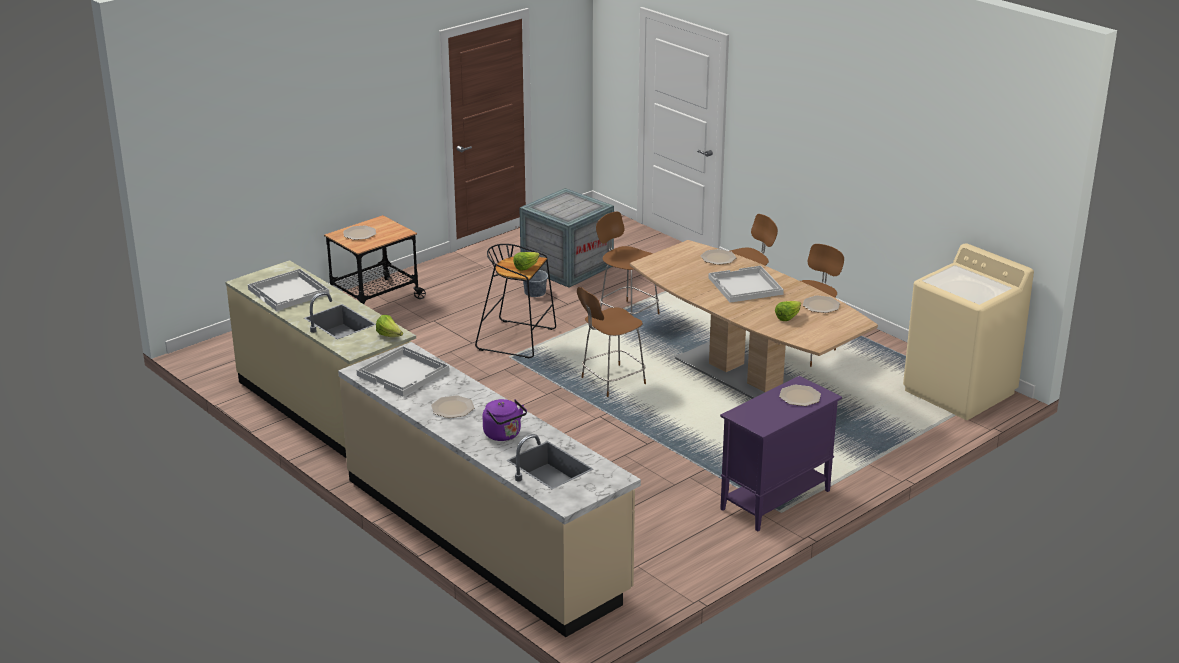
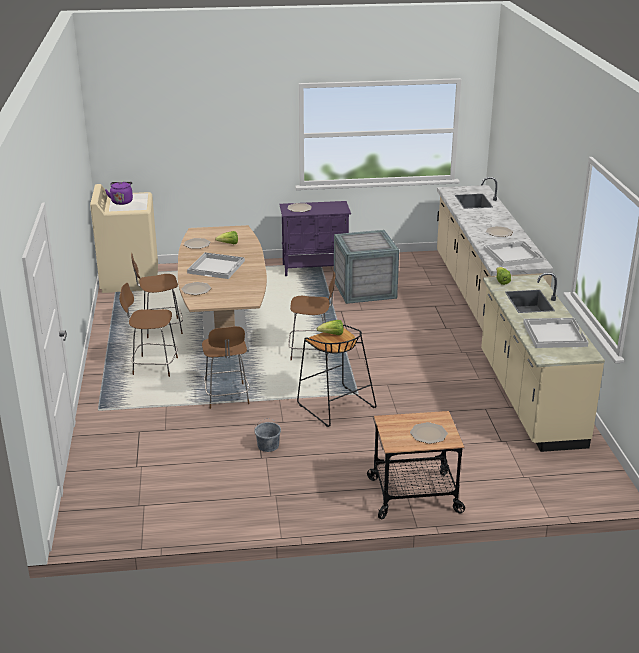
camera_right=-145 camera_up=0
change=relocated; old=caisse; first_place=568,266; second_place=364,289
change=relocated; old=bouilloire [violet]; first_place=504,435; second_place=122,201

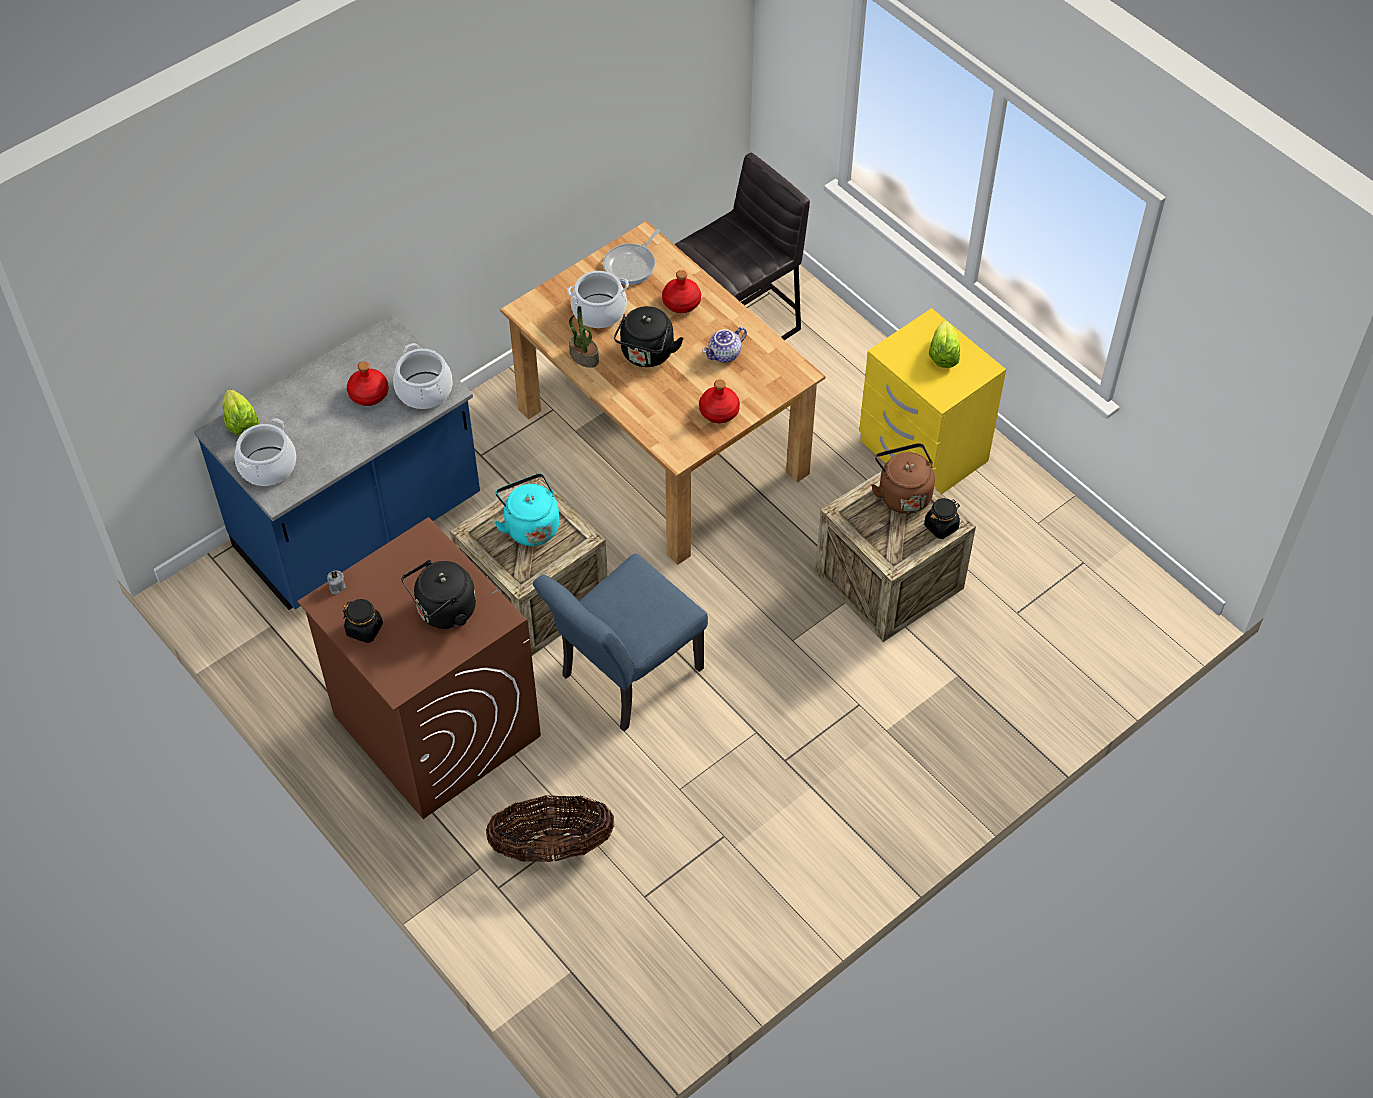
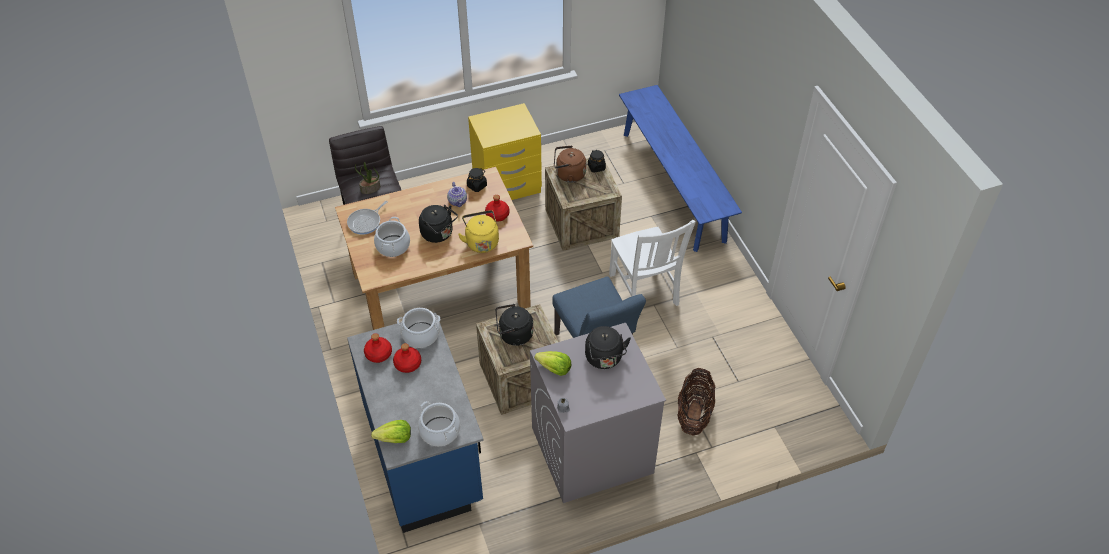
camera_right=-70 camera_up=-5
change=spun; old=poêle; first_place=632,265; second_place=366,222; degrees=75
change=relocated; old=bouteille [rouge]; first_place=681,302; second_place=378,354
change=relocated; old=plante en pot; first_place=583,357; second_place=370,189
change=relocated; old=laitue; first_place=943,355; second_place=554,369
change=colour; old=bouilloire [turquoise]; new=bouilloire [noir]; first_place=530,525; second_place=514,335
change=colour; old=lave-linge [marron]; new=lave-linge [gris]; first_place=435,725; second_place=591,451
change=relocated; old=bocal [noir]; first_place=365,629; second_place=477,186
change=appeared; new=banc [bleu]; second_place=673,186
change=appeared; new=bouilloire [jaune]; second_place=481,241
change=appeared; new=chaise [blanc]; second_place=644,291

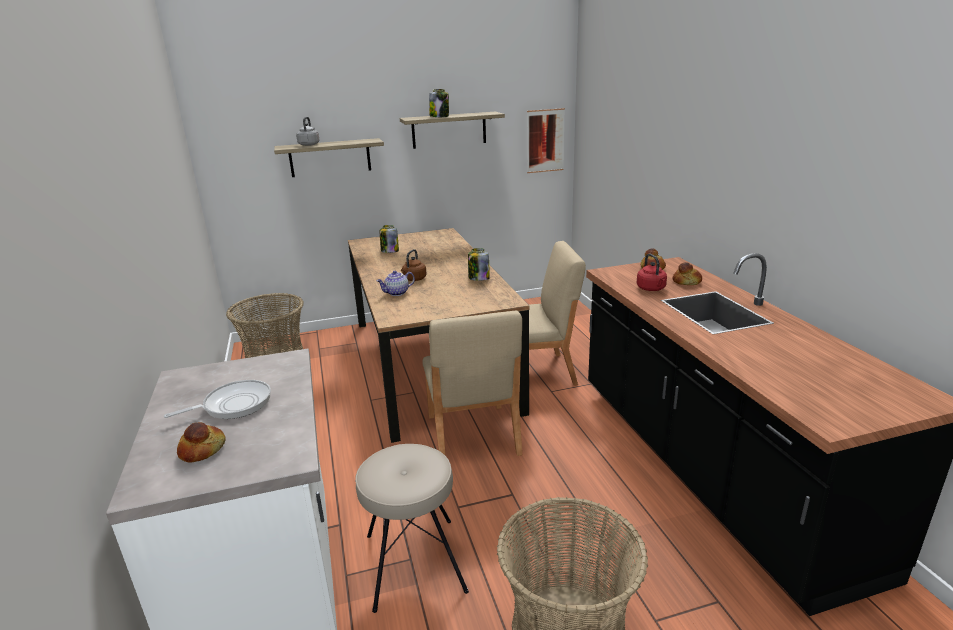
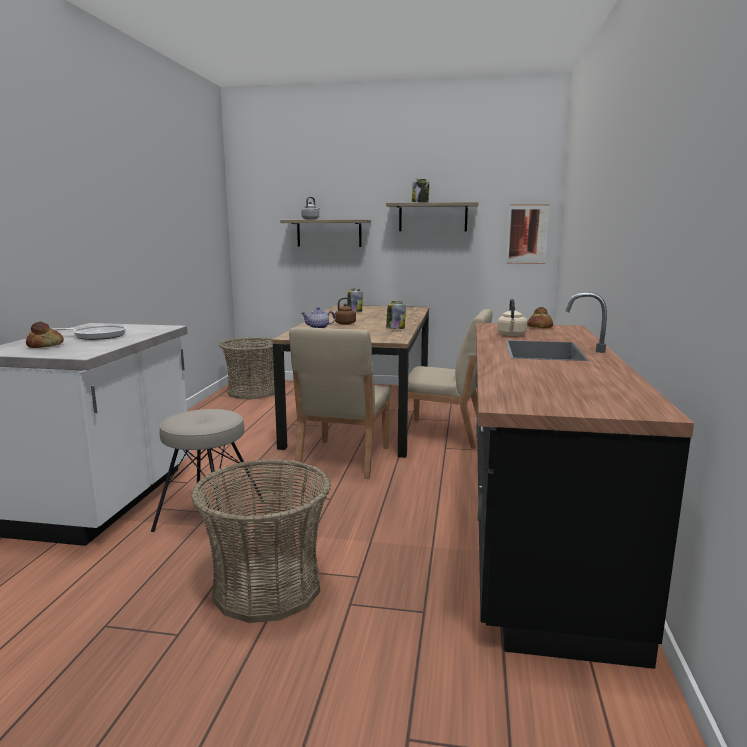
camera_right=25 camera_up=-10
change=colour; old=bouilloire [rouge]; new=bouilloire [beige]; first_place=651,289; second_place=511,335
change=missing; old=pain; first_place=687,282

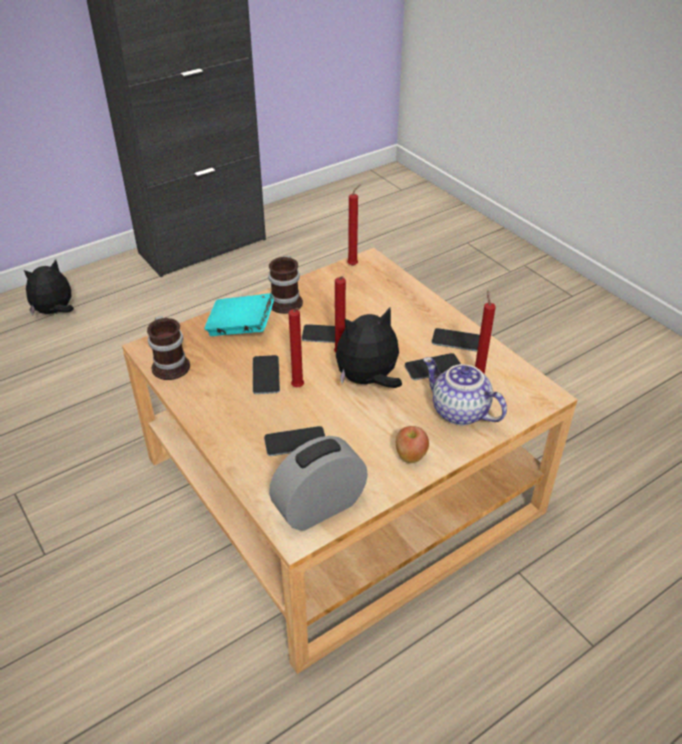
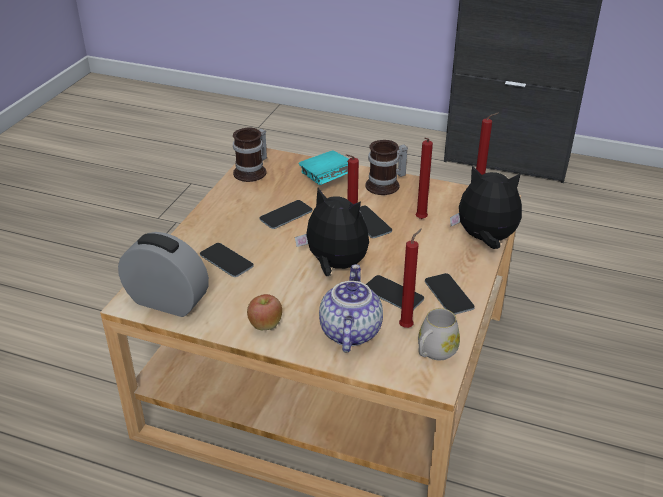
camera_right=55 camera_up=-5
change=relocated; old=peluche; first_place=55,312; second_place=485,240
change=relocated; old=bougie [rouge]; first_place=298,388; second_place=420,220
change=appeared; new=mug [blanc]; second_place=434,352

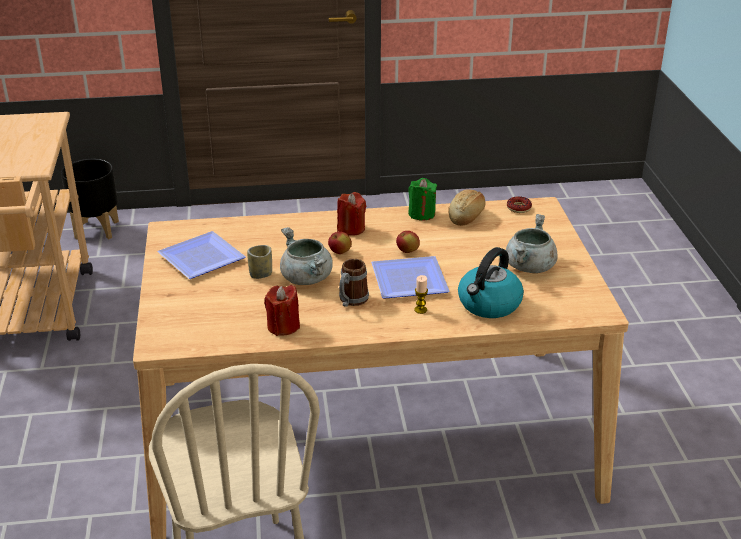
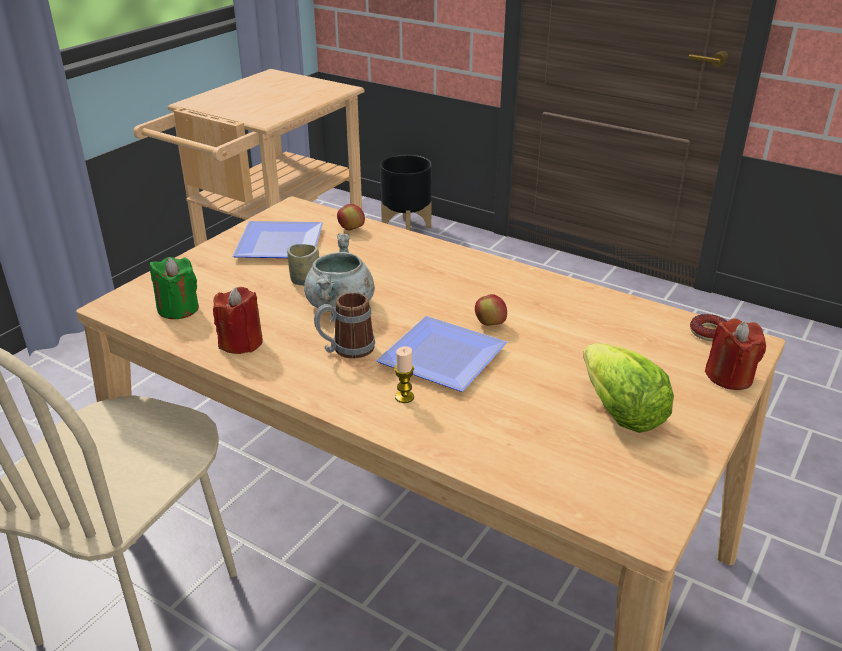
camera_right=40 camera_up=0
change=relocated; old=bougie [vert]; first_place=421,214; second_place=178,309
change=missing; old=pain; first_place=467,216
change=relocated; old=bougie [rouge]; first_place=351,228; second_place=729,376
change=exchanged; old=marmite [gris]; new=laitue; first_place=530,267; second_place=620,413
change=relocated; old=pomme; first_place=340,252; second_place=351,229
change=missing; old=bouilloire; first_place=489,304

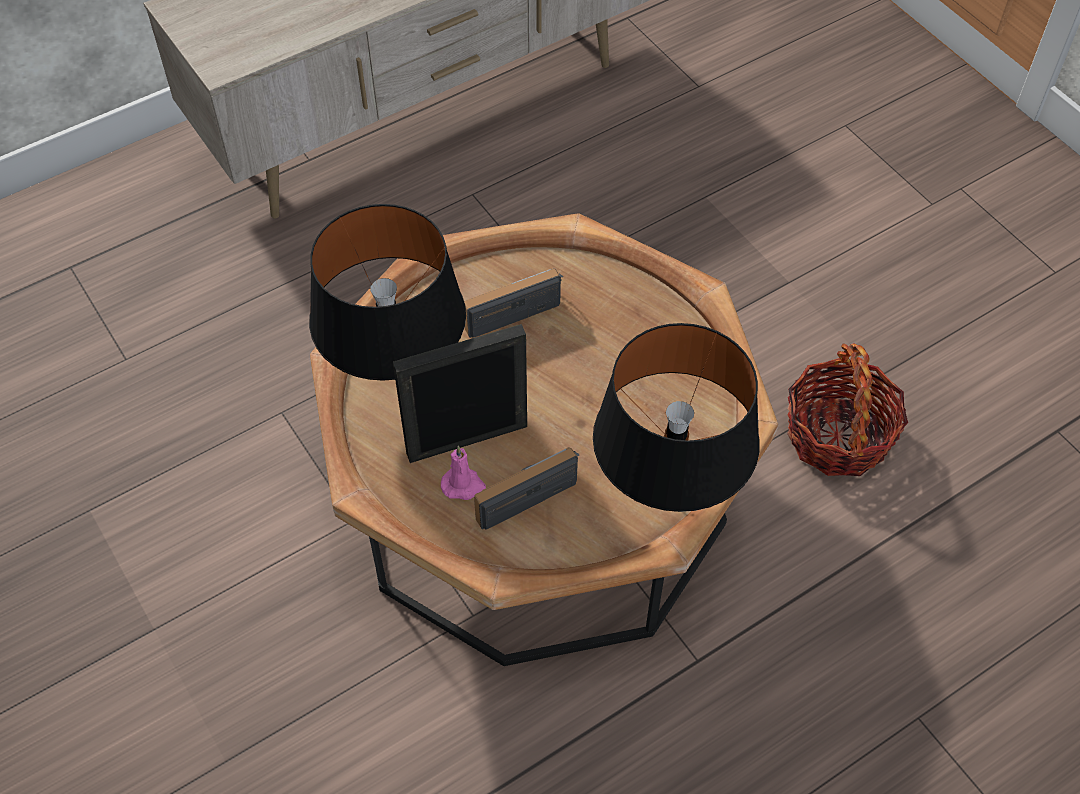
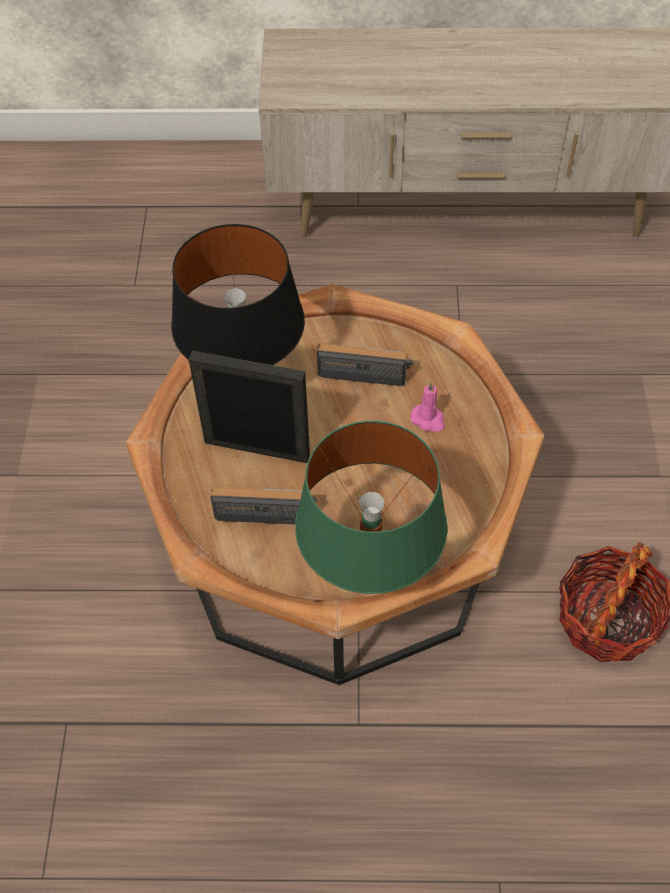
camera_right=35 camera_up=0
change=colour; old=lampe de table [noir]; new=lampe de table [vert]; first_place=668,495; second_place=370,573
change=relocated; old=bougie [rose]; first_place=463,485; second_place=428,419

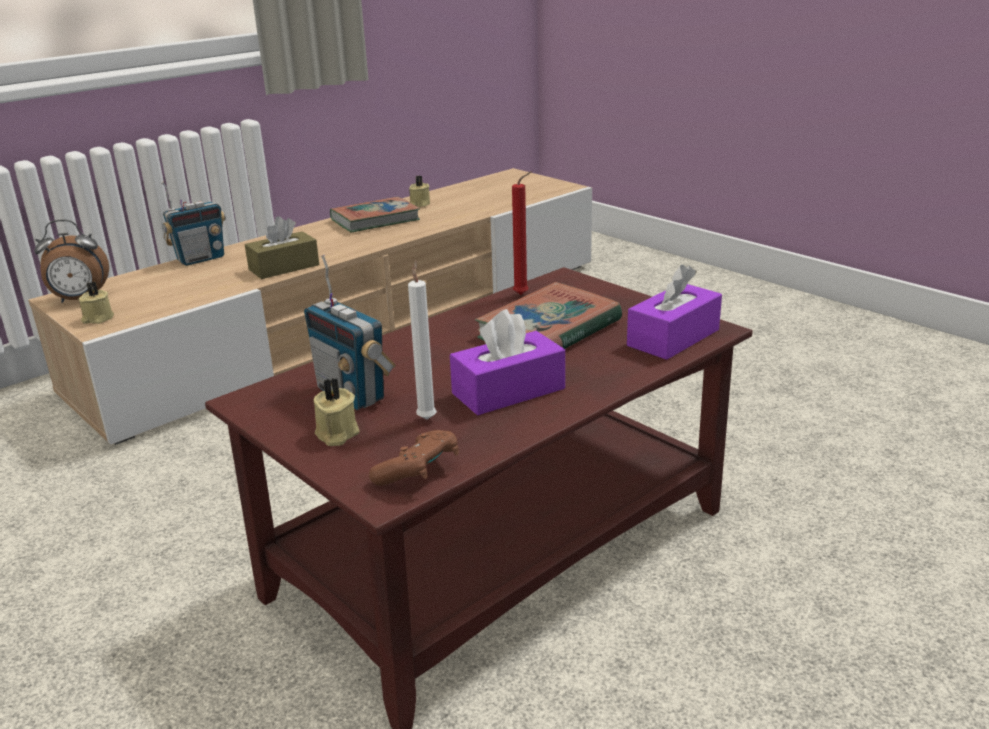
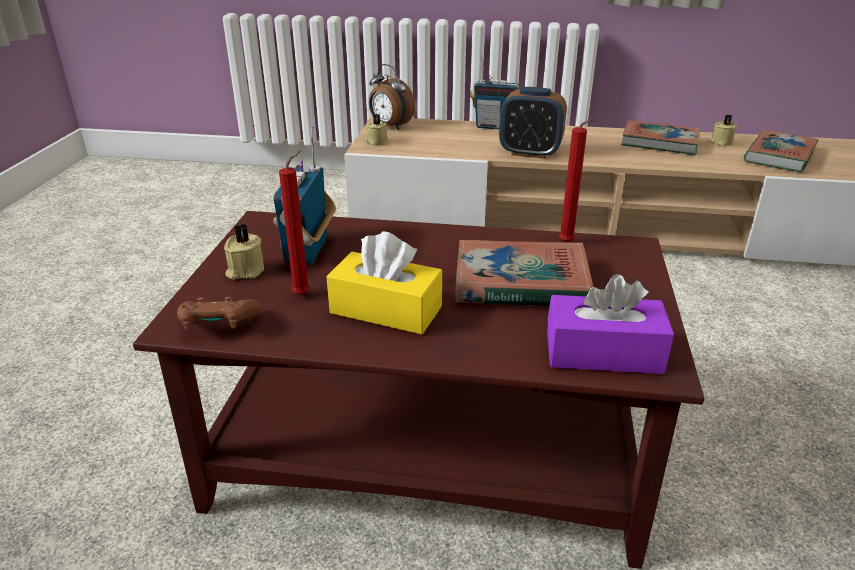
camera_right=50 camera_up=5
change=exchanged; old=boîte à mouchoirs [marron]; new=réveil; first_place=284,267; second_place=530,153
change=colour; old=bougie [blanc]; new=bougie [rouge]; first_place=427,418; second_place=304,294
change=colour; old=boîte à mouchoirs [violet]; new=boîte à mouchoirs [jaune]; first_place=508,391; second_place=386,310
change=appeared; new=livre; second_place=779,156

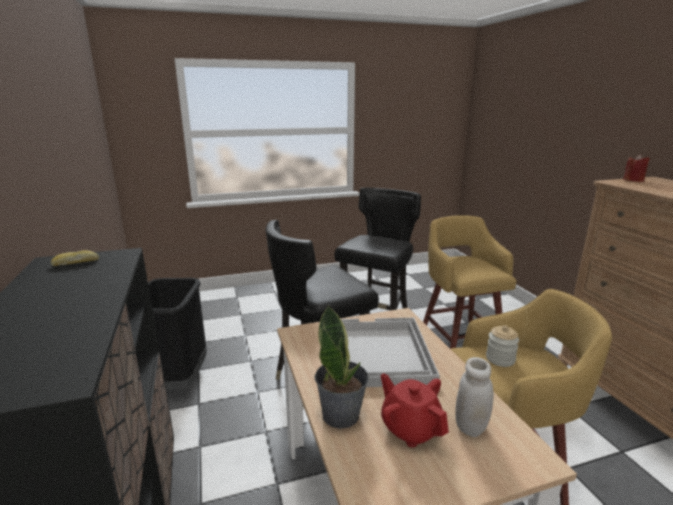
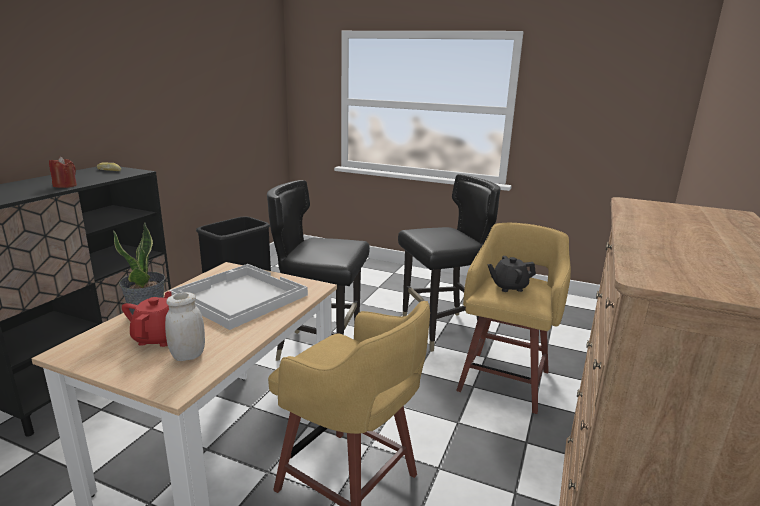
camera_right=40 camera_up=0
change=relocated; old=bougie [rouge]; first_place=633,180; second_place=65,185
change=missing; old=bocal; first_place=500,359
change=appeared; new=théière [noir]; second_place=509,287

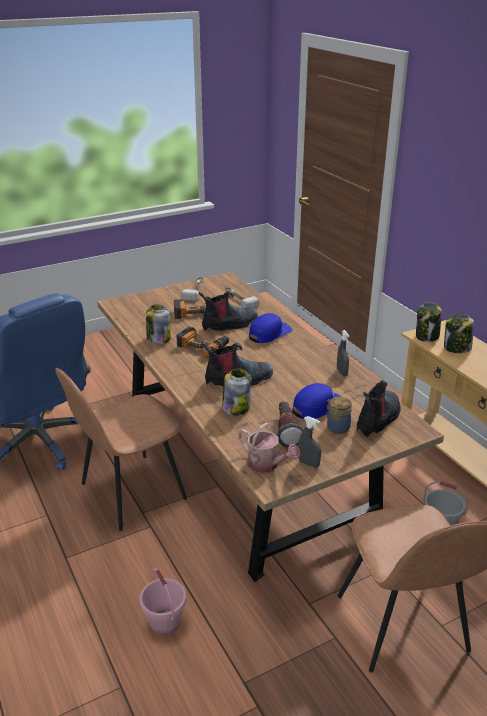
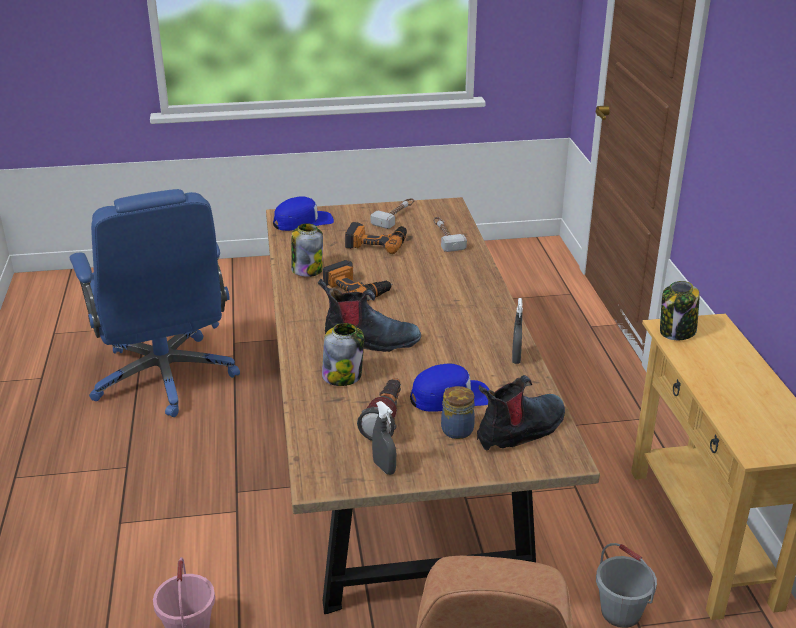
camera_right=20 camera_up=0
change=missing; old=botte; first_place=229,324
change=relocated; old=casquette [bleu]; first_place=269,333; second_place=303,222
change=missing; old=bocal; first_place=456,348
change=missing; old=chaise [marron]; first_place=130,492
change=missing; old=arrosoir; first_place=266,464

